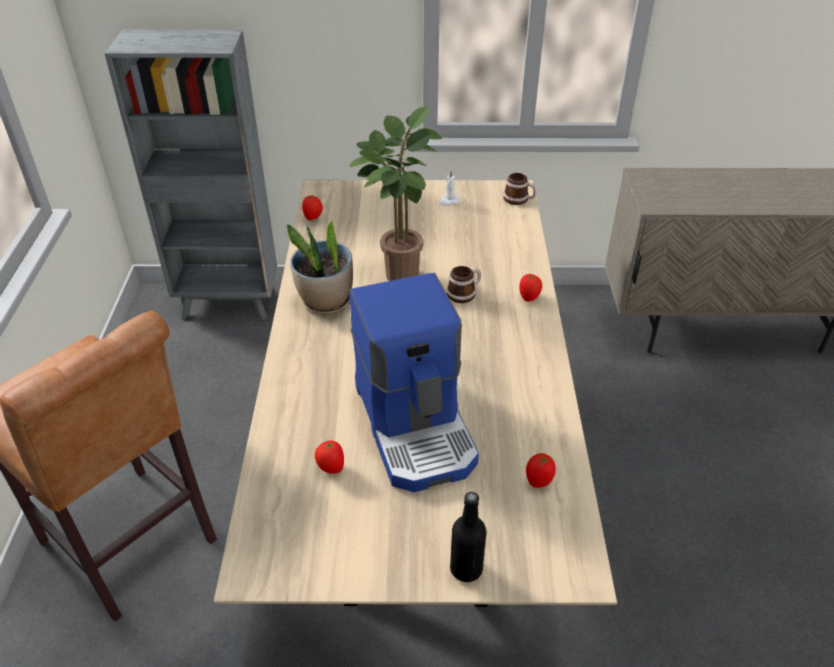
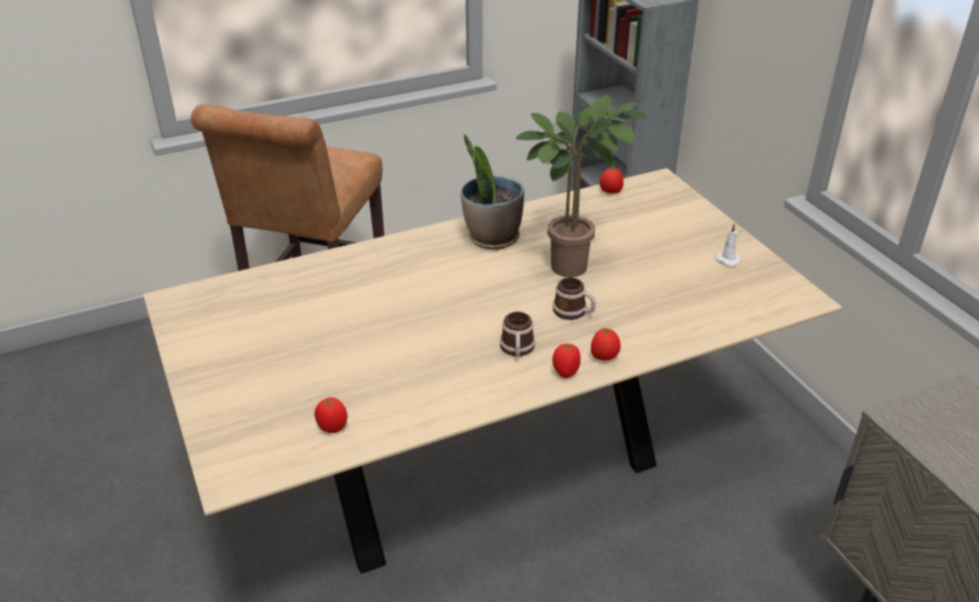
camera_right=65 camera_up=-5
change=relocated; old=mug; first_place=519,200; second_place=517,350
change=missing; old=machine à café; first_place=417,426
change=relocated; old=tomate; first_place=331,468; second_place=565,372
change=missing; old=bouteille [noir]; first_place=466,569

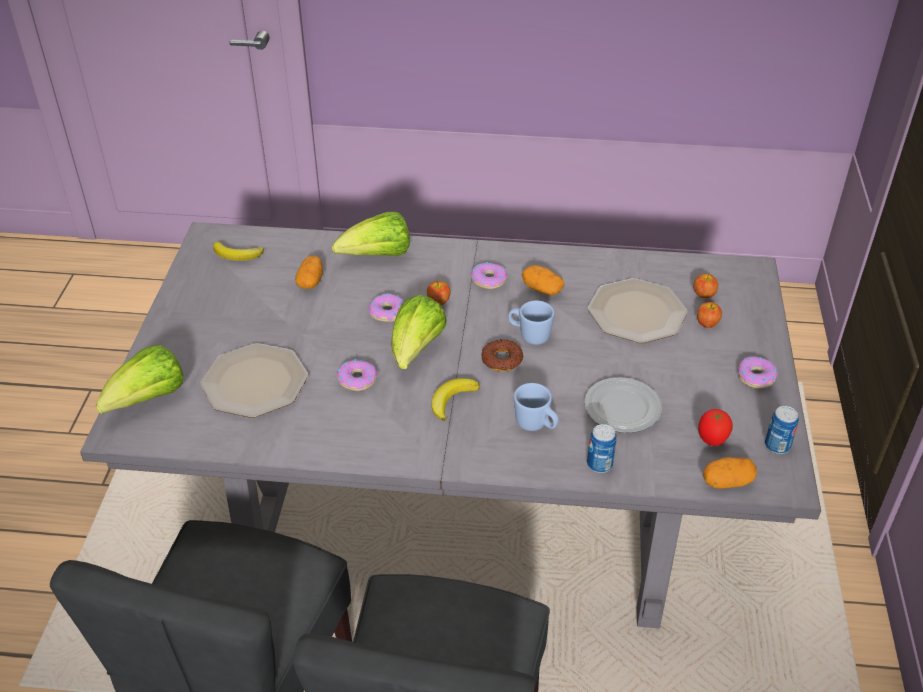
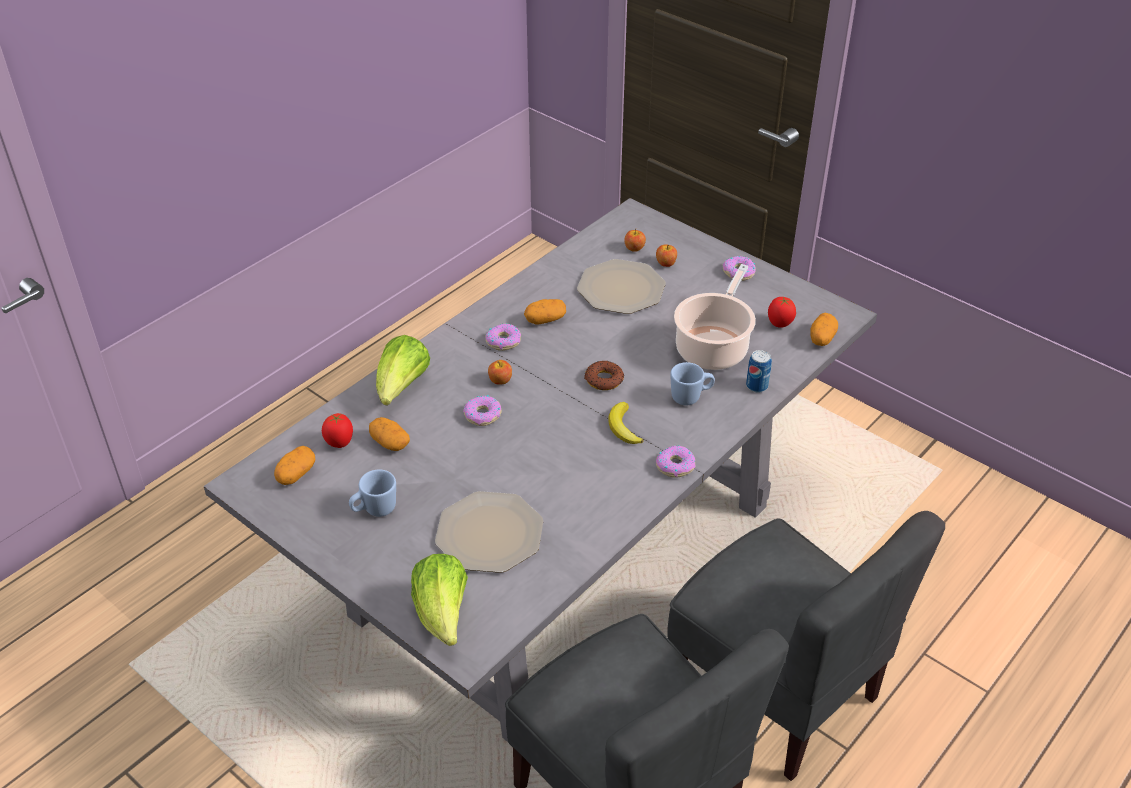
camera_right=-55 camera_up=0
change=exchanged; old=banane; new=pomme de terre; first_place=237,255; second_place=296,474
change=missing; old=laitue; first_place=416,350
change=relocated; old=mug [bleu]; first_place=529,335; second_place=374,510
change=relocated; old=beignet; first_place=357,379; second_place=675,466
change=exchanged; old=assiette; new=marmite; first_place=623,409; second_place=713,347
change=missing; old=boîte métallique; first_place=777,445
change=appeared; new=tomate; second_place=340,443

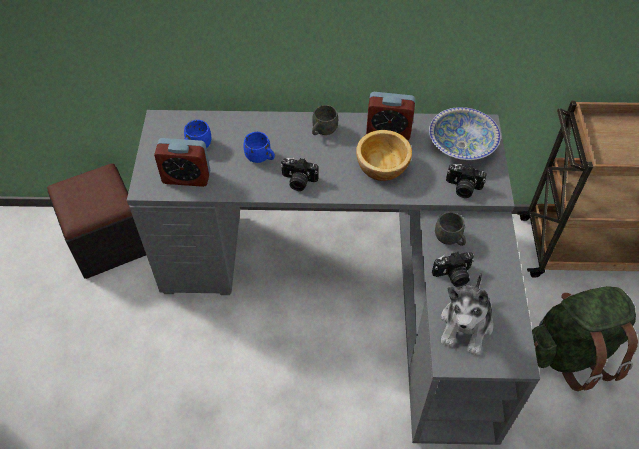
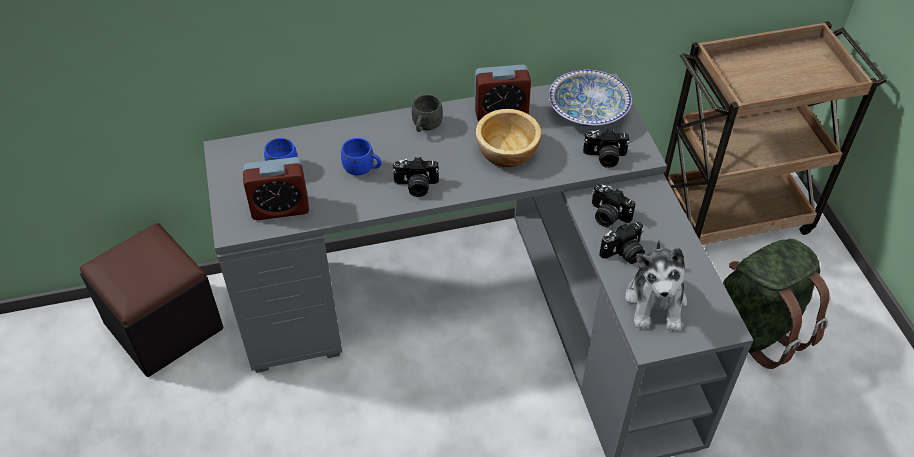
camera_right=-15 camera_up=-5
change=exchanged; old=mug [gris]; new=appareil photo; first_place=450,239; second_place=607,216

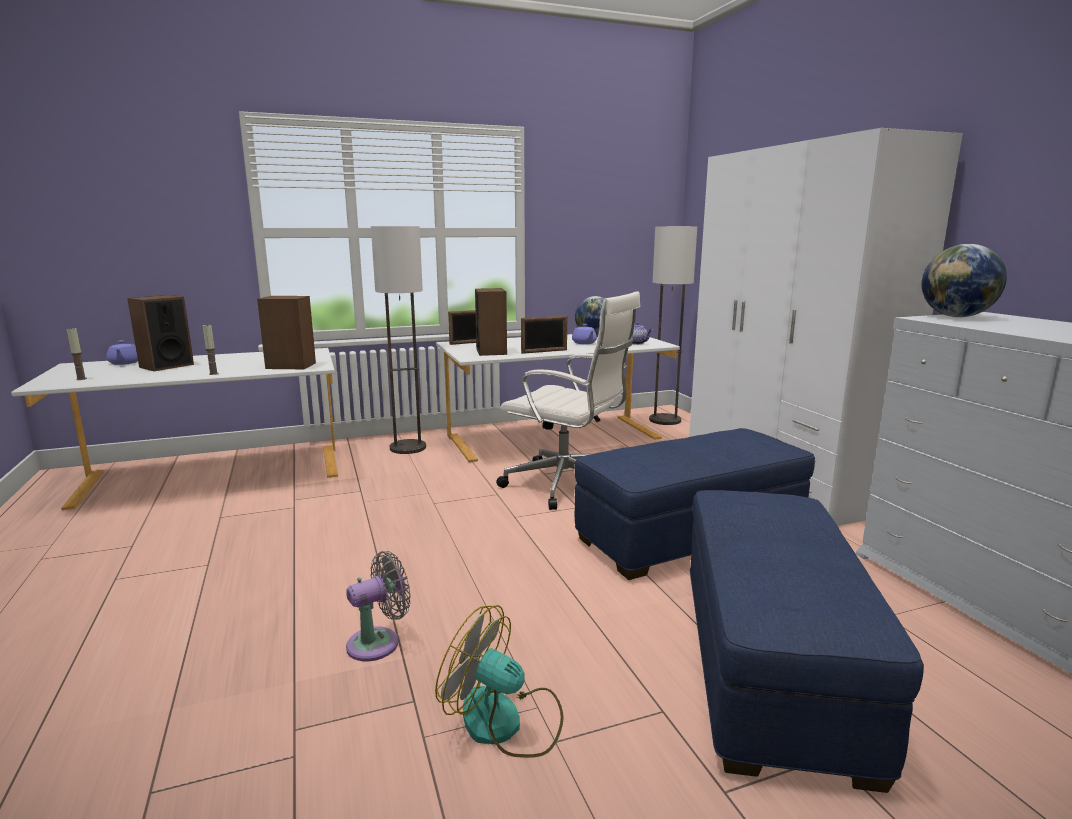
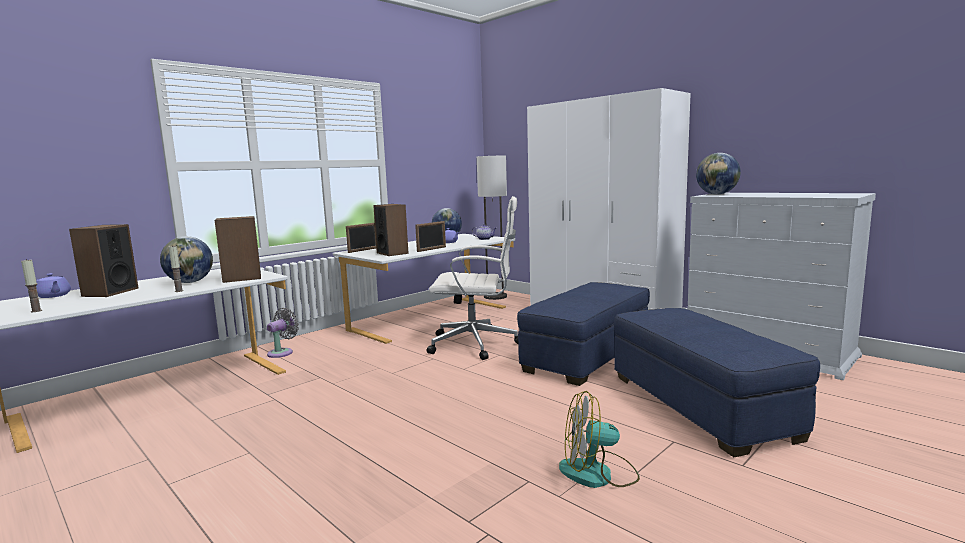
camera_right=-25 camera_up=-5
change=missing; old=lampadaire; first_place=408,448
change=relocated; old=ventilateur [gris]; first_place=378,642; second_place=282,352
change=appeared; new=globe; second_place=190,282

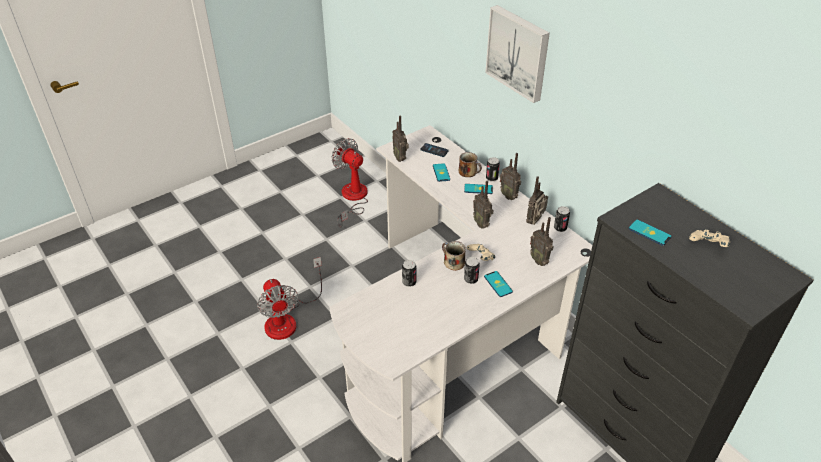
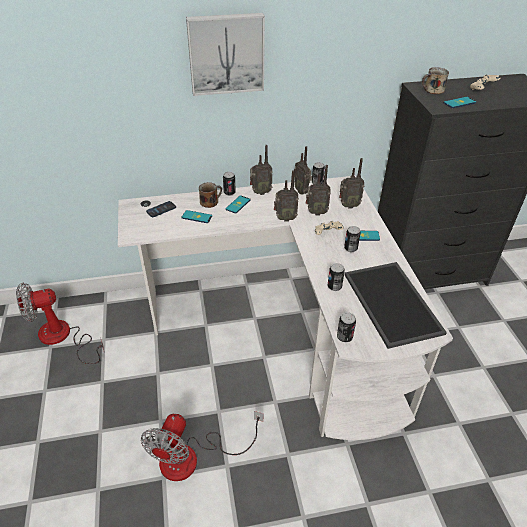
camera_right=-65 camera_up=0
change=relocated; old=radio; first_place=400,158; second_place=316,212
change=relocated; old=mug; first_place=453,262; second_place=433,90
change=spun; old=ventilateur; first_place=288,319; second_place=192,458; degrees=105
change=appeared; new=plateau; second_place=394,303
change=appeared; new=boîte métallique; second_place=344,337

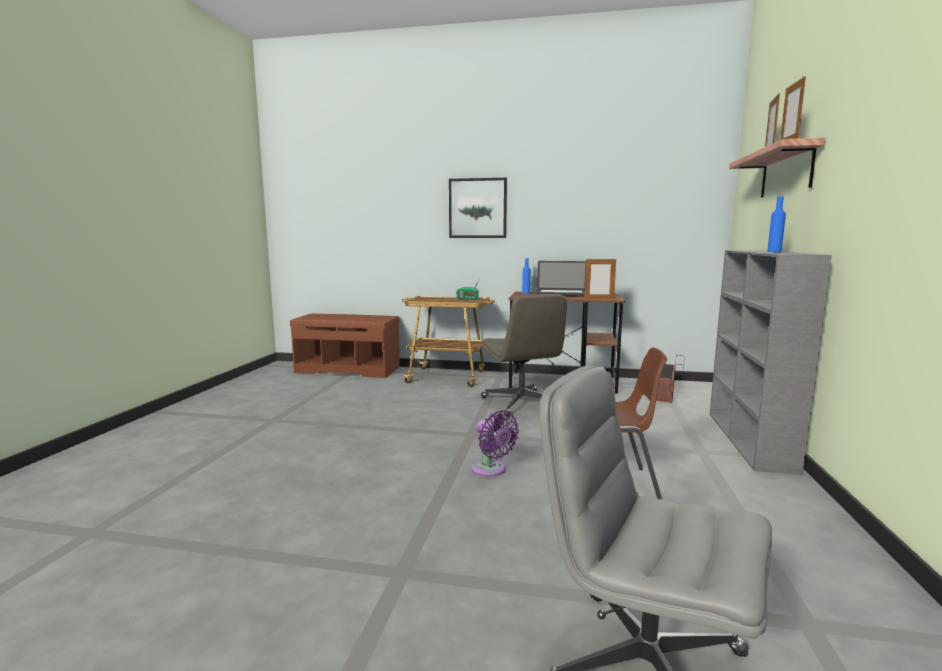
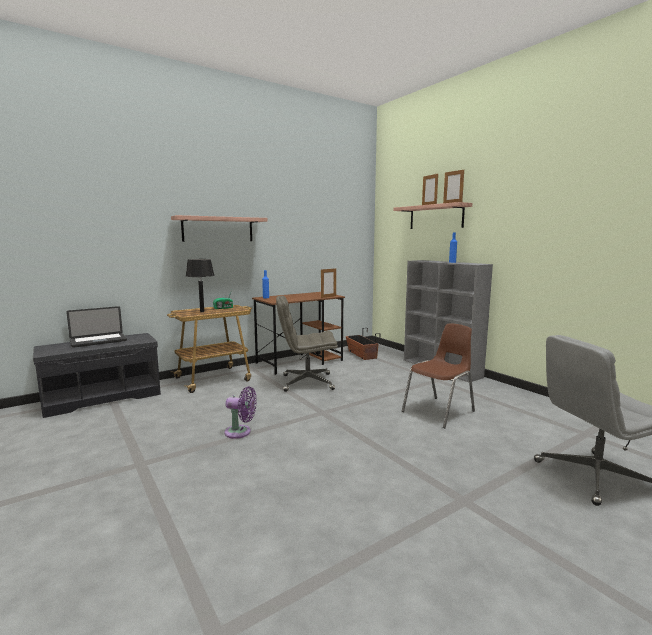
camera_right=-45 camera_up=0
change=exchanged; old=tableau; new=étagère; first_place=478,208; second_place=218,229
change=relocated; old=ordinateur portable; first_place=561,294; second_place=98,341
change=spun; old=chaise de bureau [gris]; first_place=522,403; second_place=307,382; degrees=150
change=colour; old=banc [marron]; new=banc [gris]; first_place=349,369; second_place=103,397
change=relocated; old=ventilateur [violet]; first_place=491,470; second_place=240,432
change=appeared; new=lampe de table [noir]; second_place=202,311

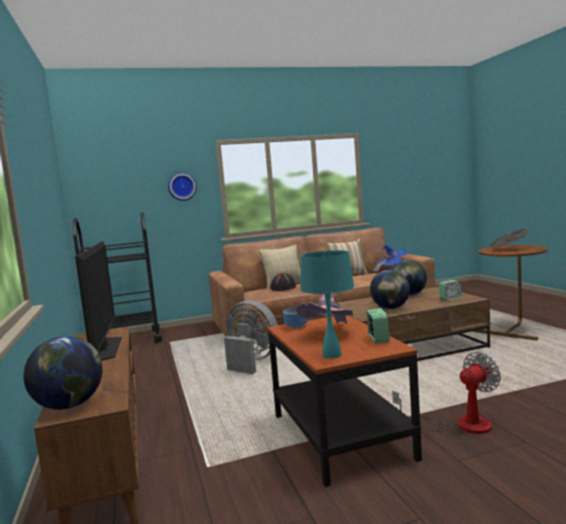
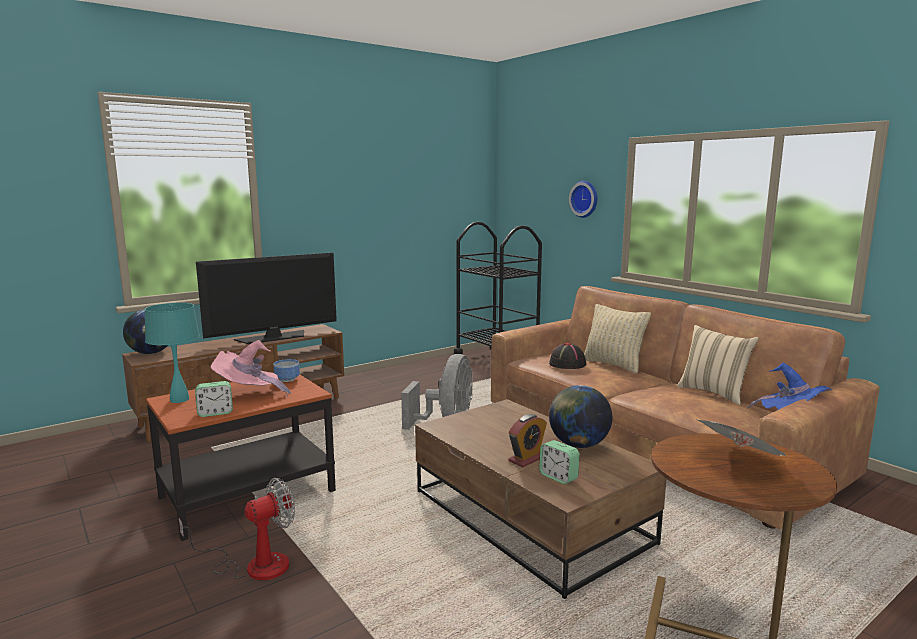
camera_right=70 camera_up=5
change=missing; old=globe; first_place=390,308
change=spun; old=ventilateur; first_place=461,425; second_place=254,565; degrees=-75
change=appeared; new=réveil; second_place=527,459

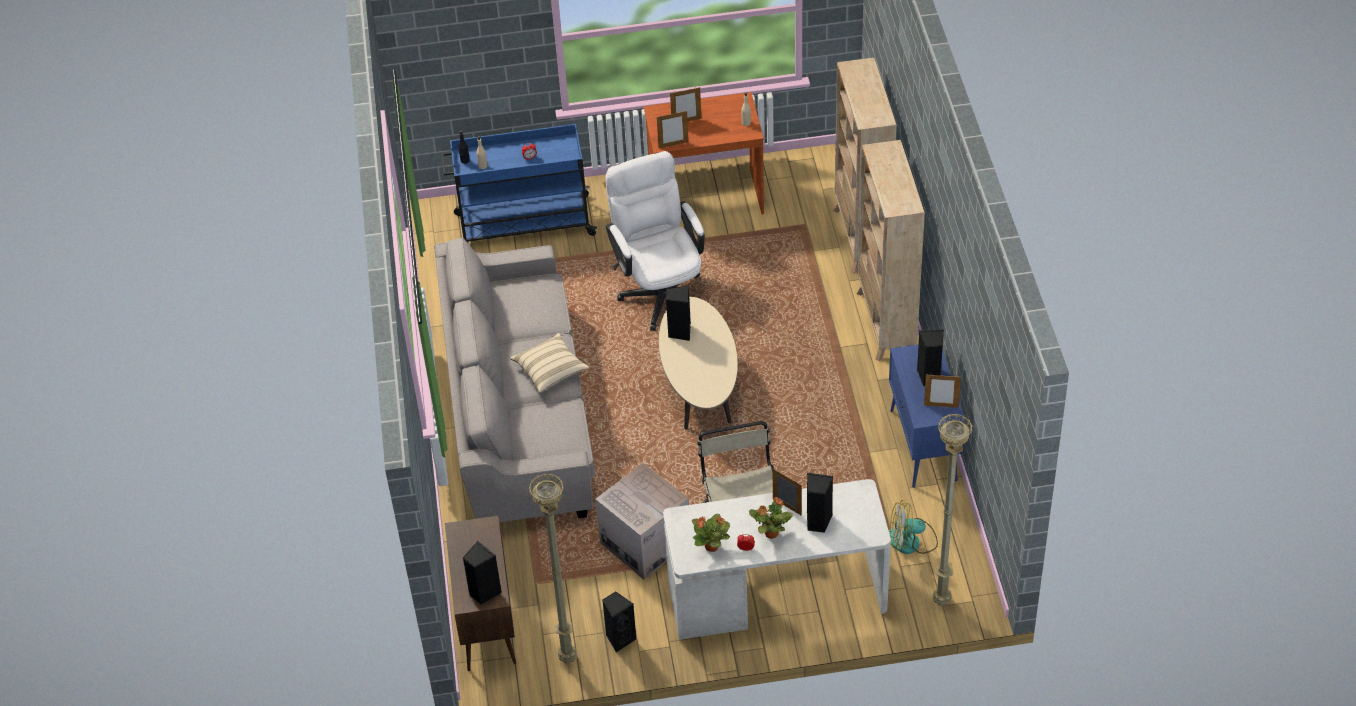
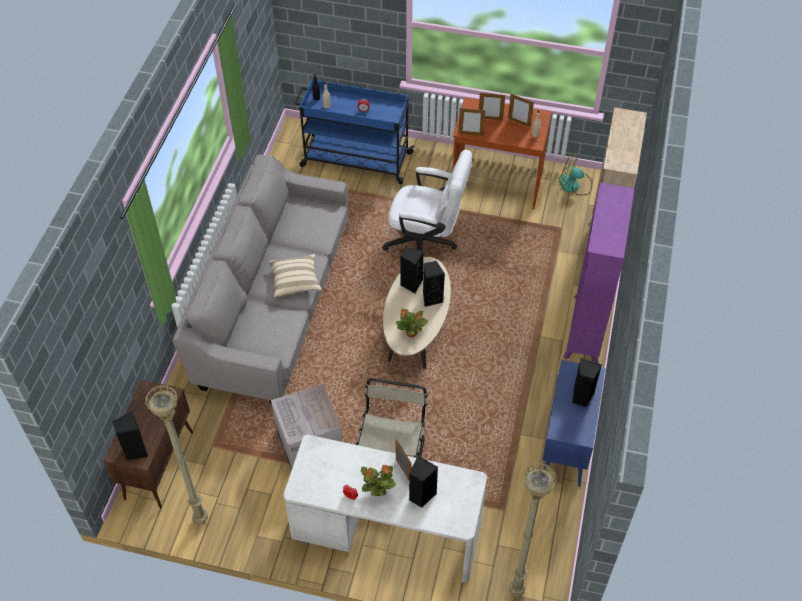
camera_right=20 camera_up=5
change=colour; old=bibliothèque [beige]; new=bibliothèque [violet]; first_place=886,324; second_place=585,330
change=spun; old=chaise de bureau [blanc]; first_place=660,290; second_place=426,243; degrees=105
change=relocated; old=cadre photo; first_place=941,406; second_place=519,123
change=relocated; old=ventilateur; first_place=911,541; second_place=574,185
change=relocated; old=plante en pot; first_place=712,546; second_place=412,333
change=relocated; old=enceinte [noir]; first_place=620,638; second_place=431,298

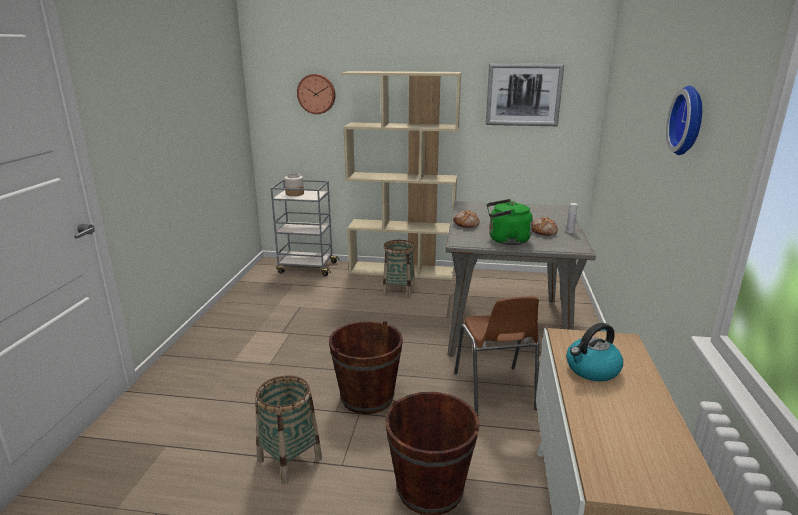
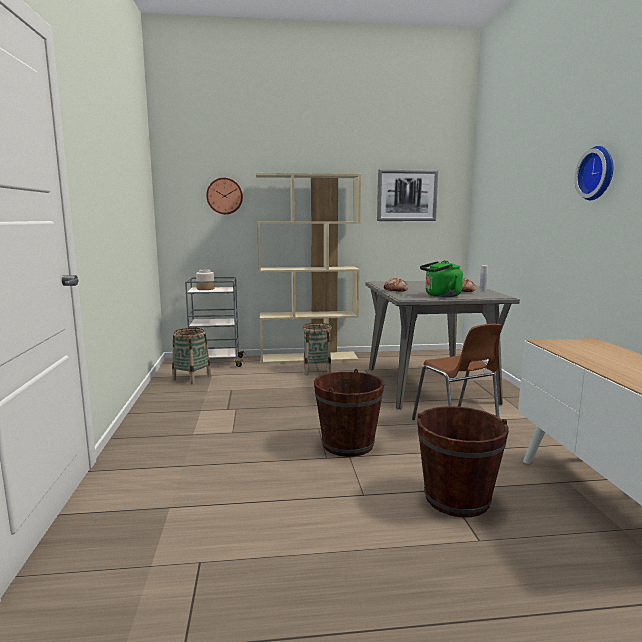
camera_right=-15 camera_up=-10
change=missing; old=bouilloire; first_place=592,370
change=relocated; old=panier; first_place=289,459; second_place=191,378

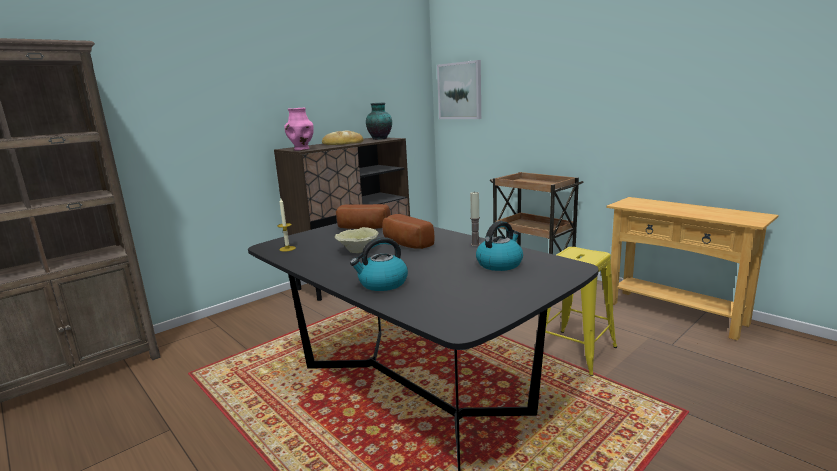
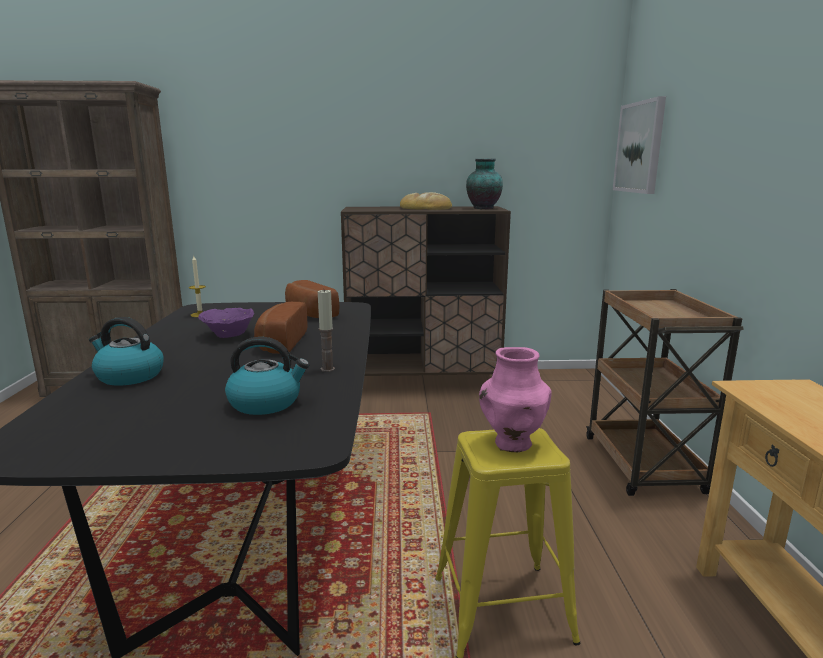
camera_right=40 camera_up=0
change=relocated; old=vase [rose]; first_place=301,149; second_place=512,444
change=colour; old=bol [beige]; new=bol [violet]; first_place=357,250; second_place=228,335

